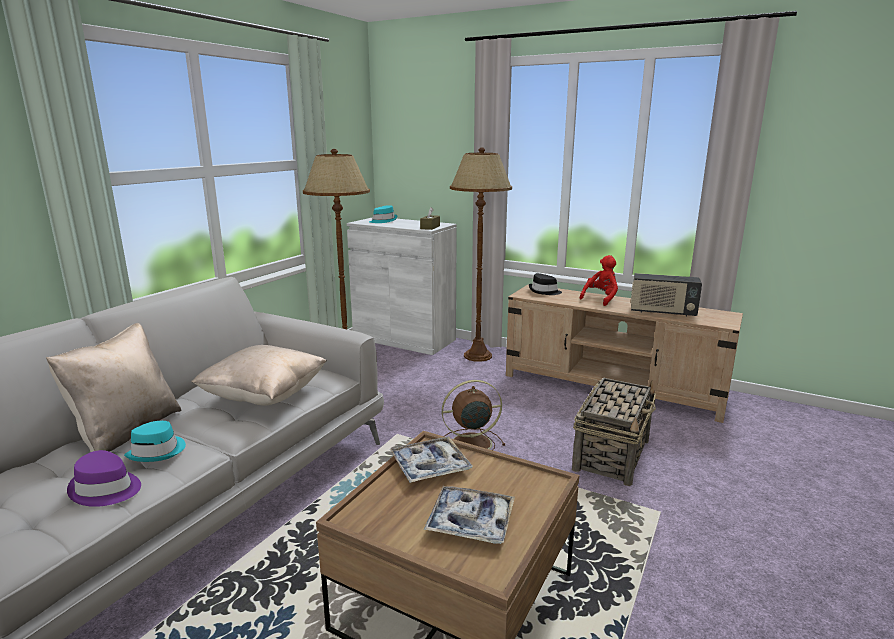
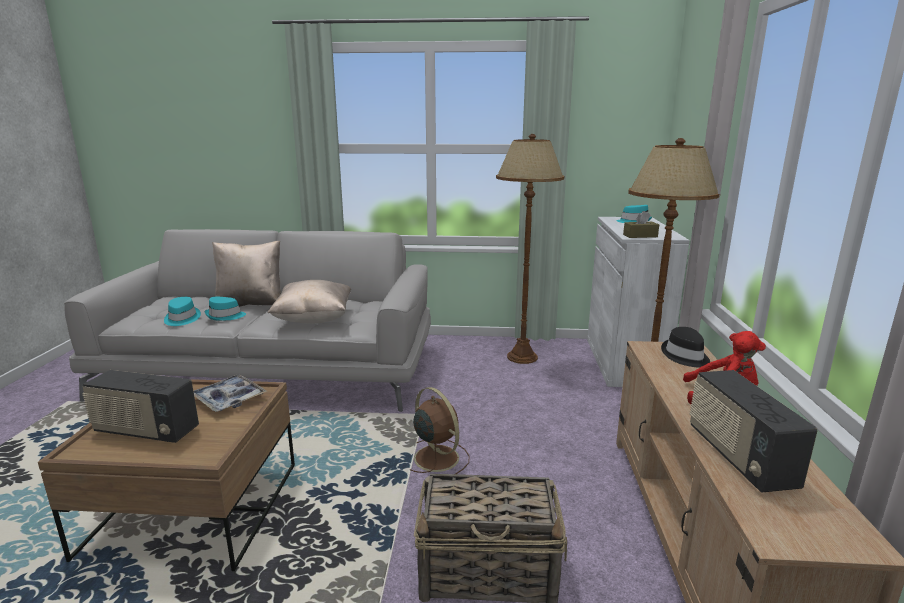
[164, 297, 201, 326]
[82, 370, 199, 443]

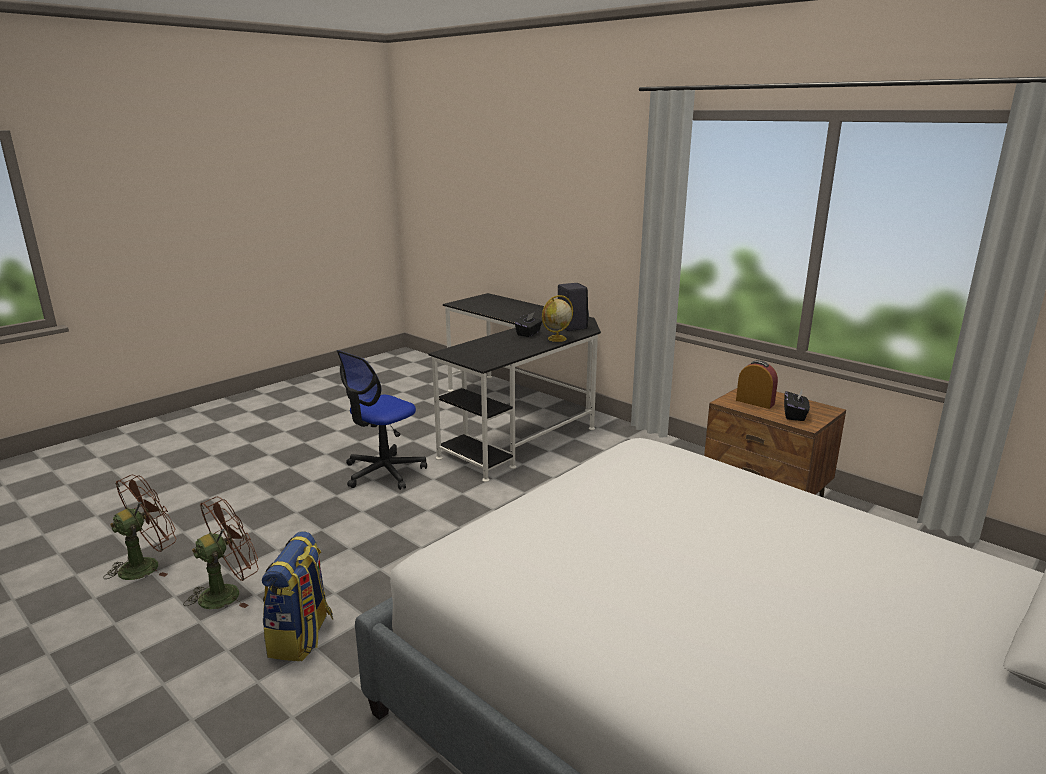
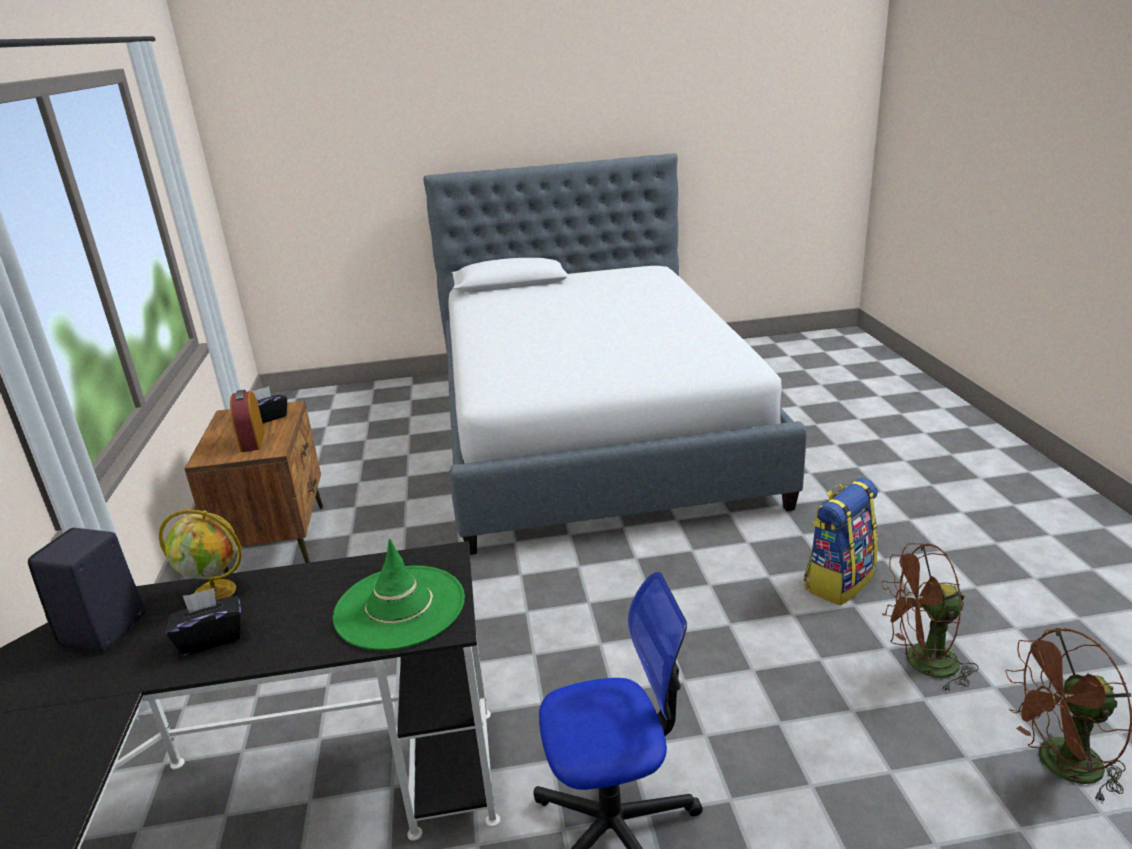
[333, 539, 465, 650]

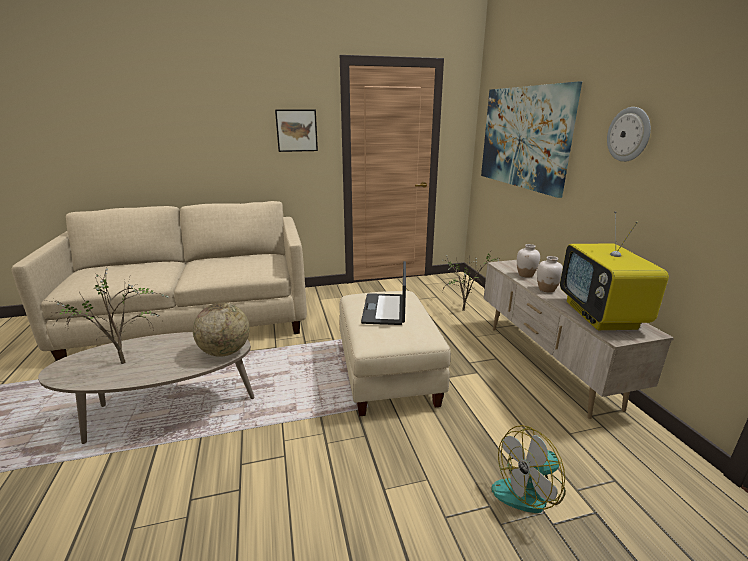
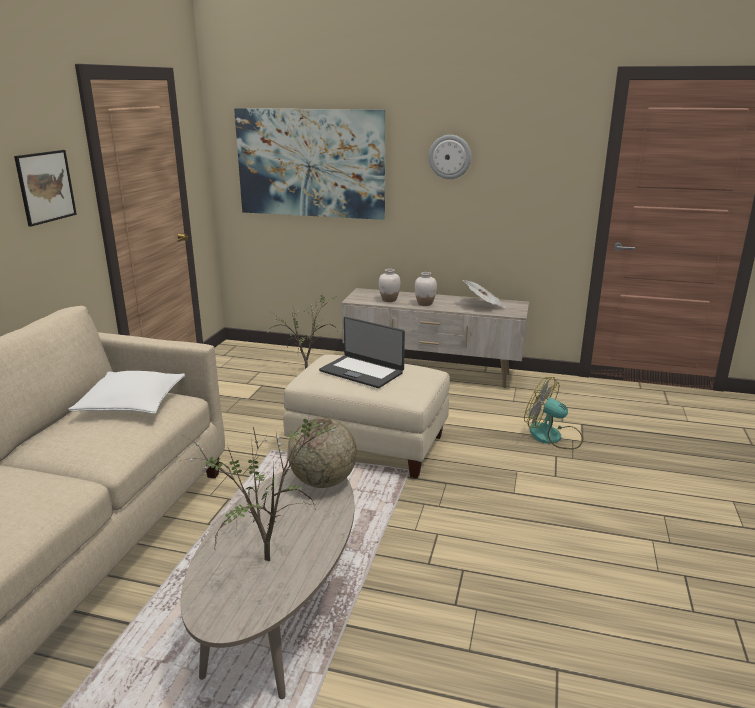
[524, 377, 583, 449]
[463, 280, 506, 308]
[68, 371, 185, 414]

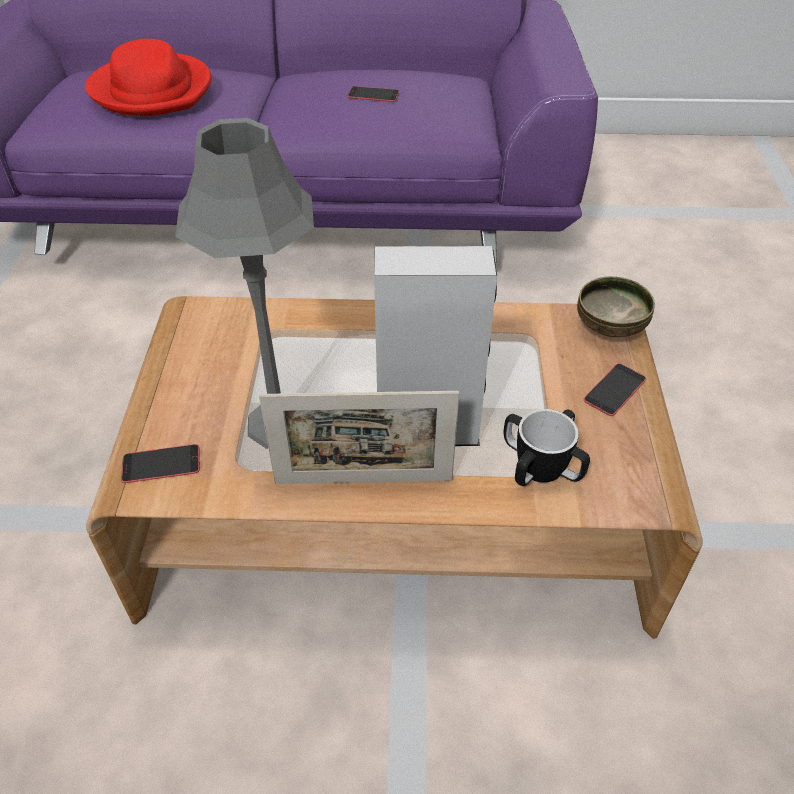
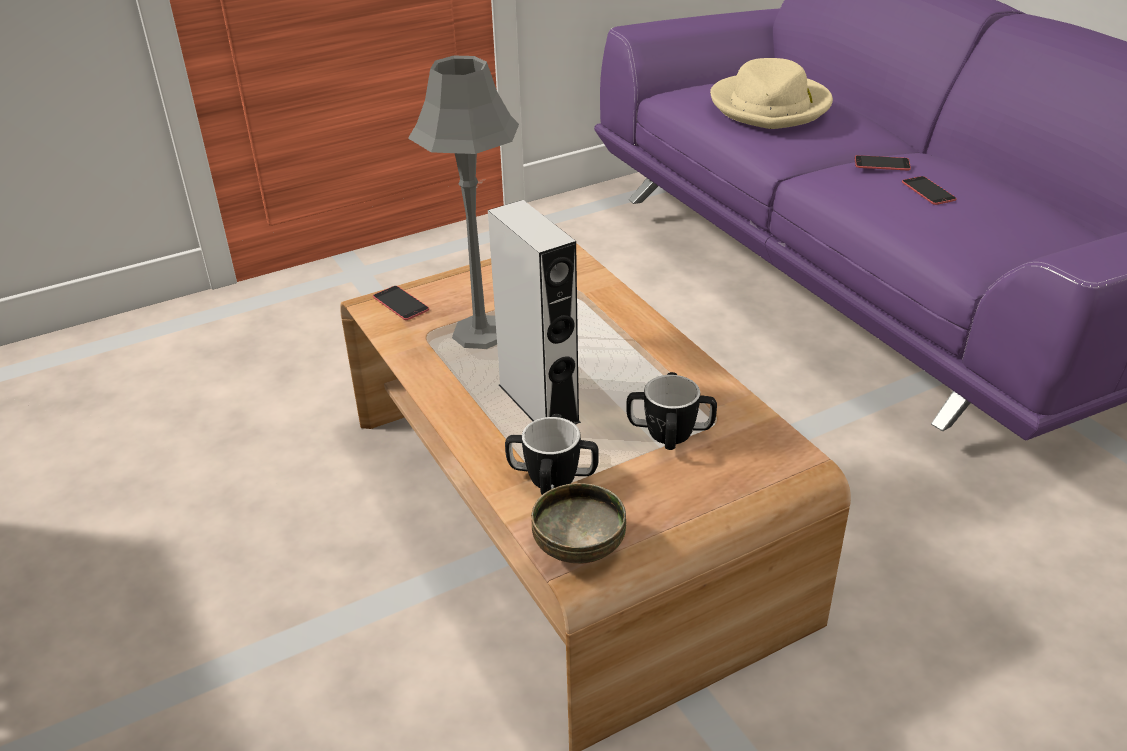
[710, 58, 833, 129]
[259, 391, 459, 484] (first image)
[532, 483, 626, 564]
[855, 155, 911, 170]
[626, 372, 717, 450]

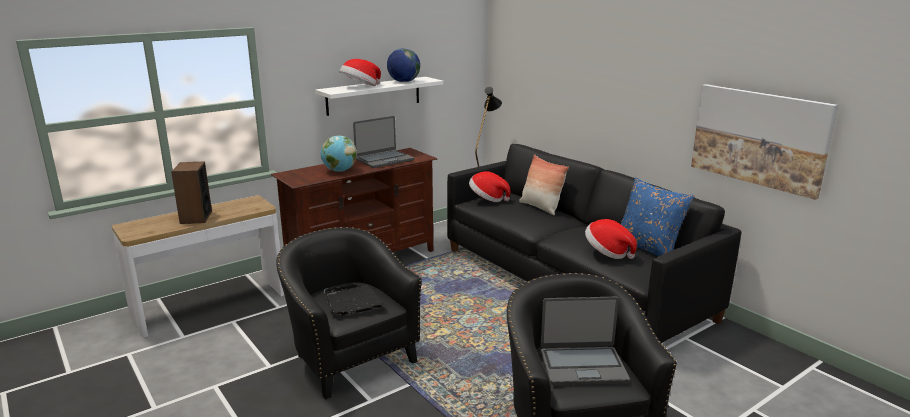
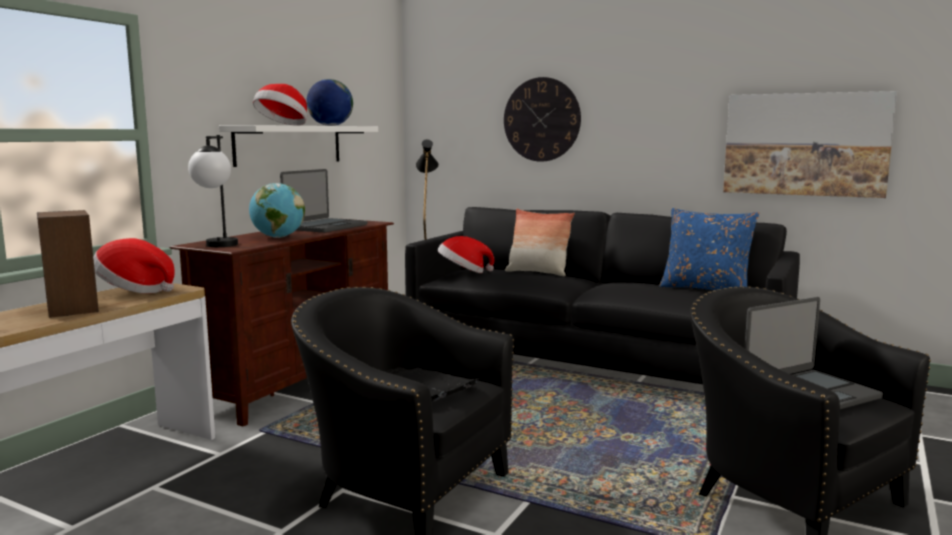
[93, 238, 175, 294]
[188, 135, 238, 247]
[504, 77, 581, 162]

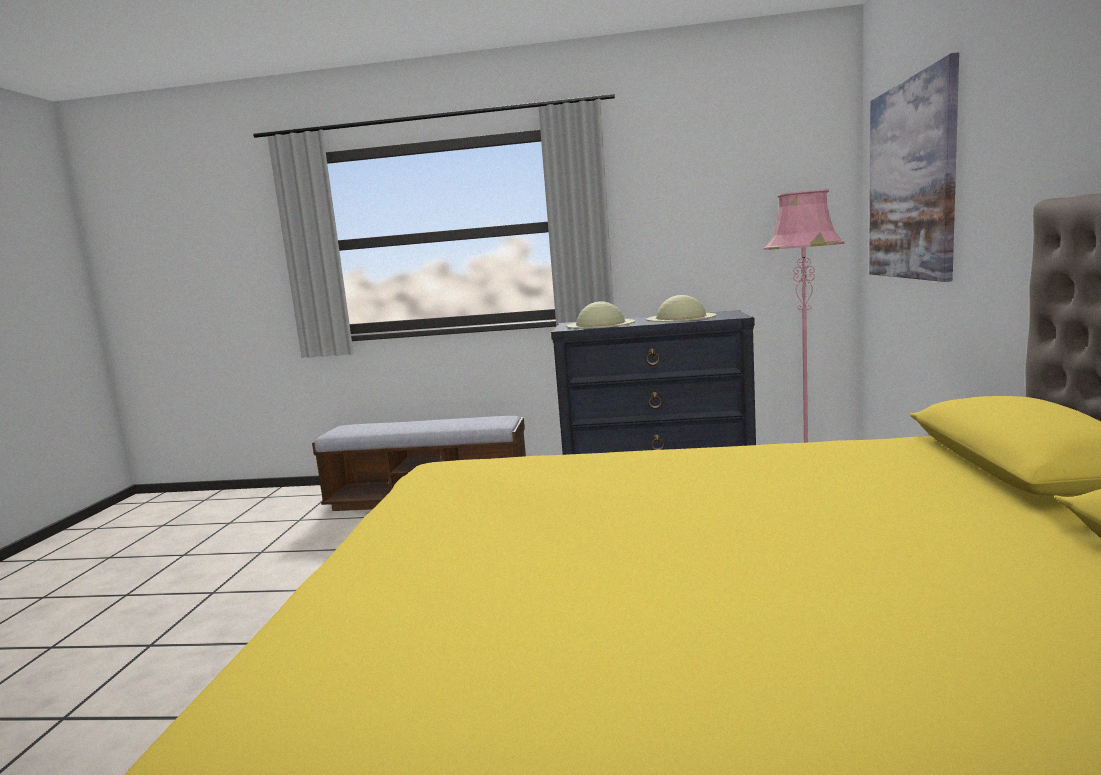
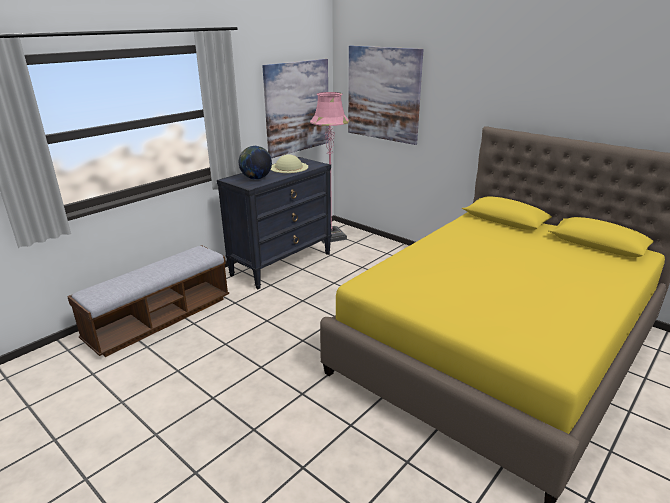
[239, 146, 272, 180]
[262, 59, 329, 158]

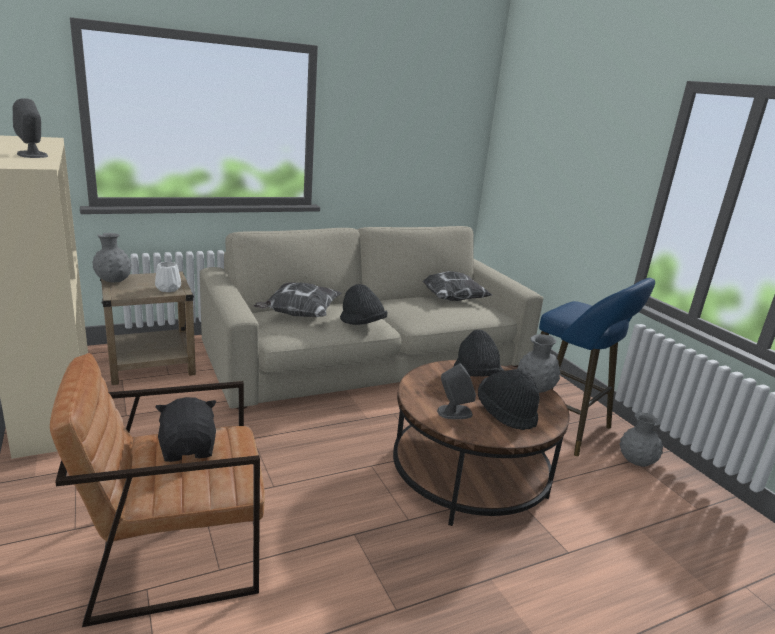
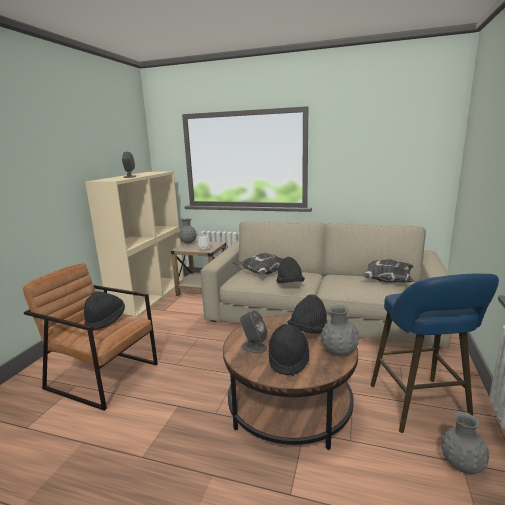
[84, 291, 125, 331]

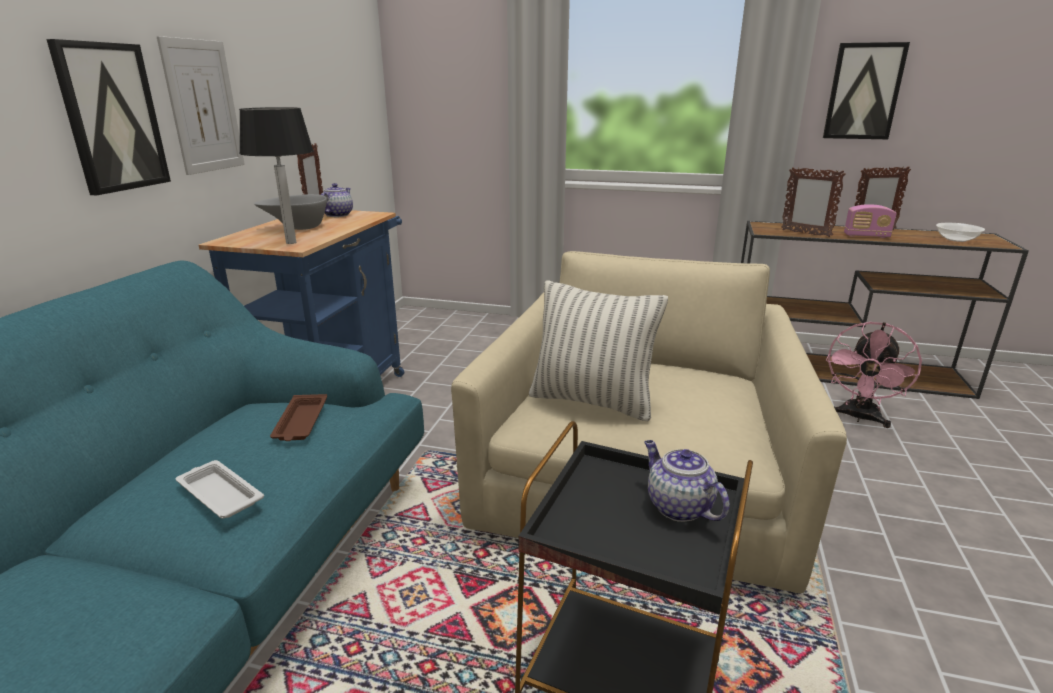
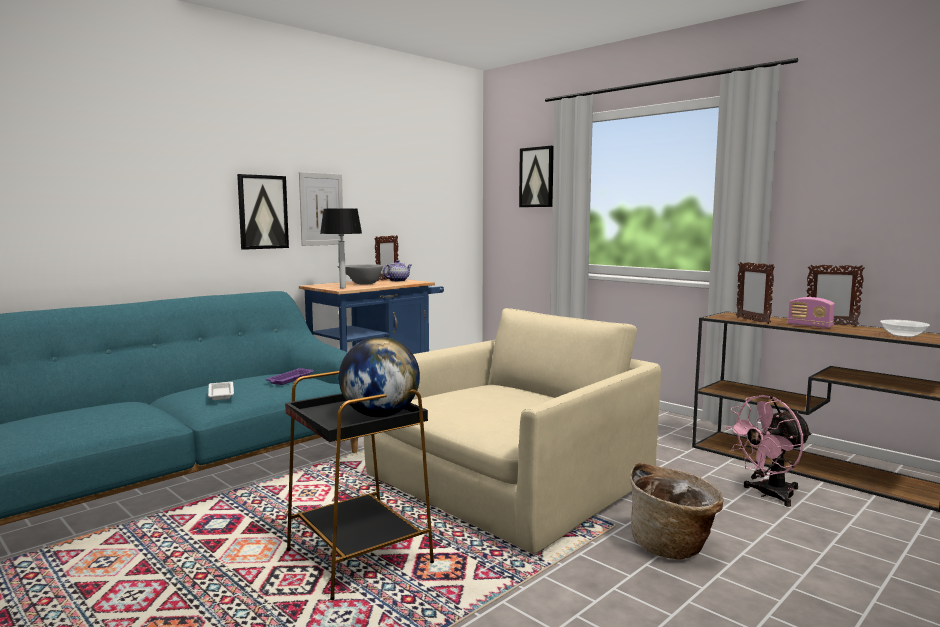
[266, 368, 314, 385]
[529, 280, 668, 421] (first image)
[339, 337, 420, 417]
[519, 146, 554, 207]
[630, 463, 724, 560]

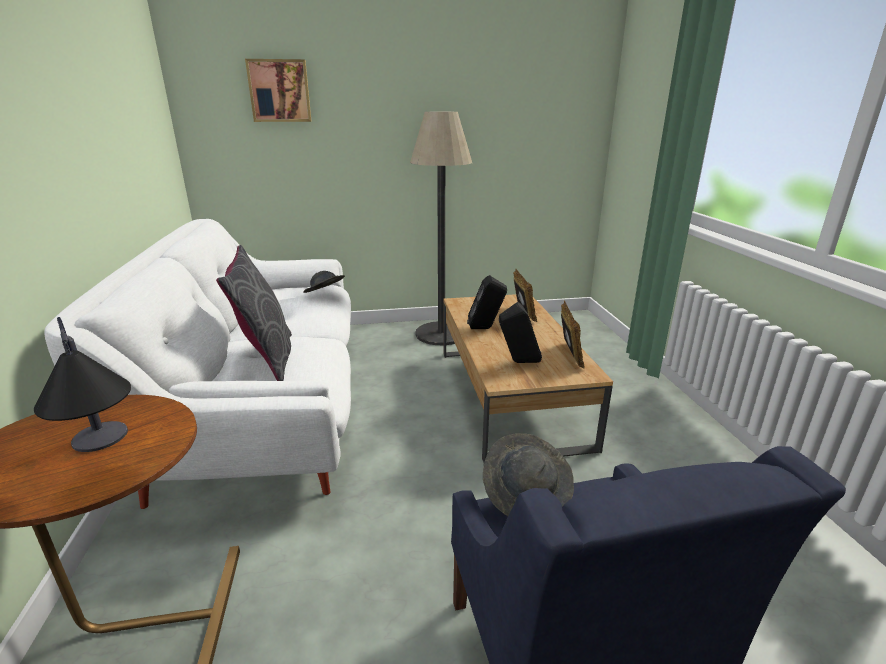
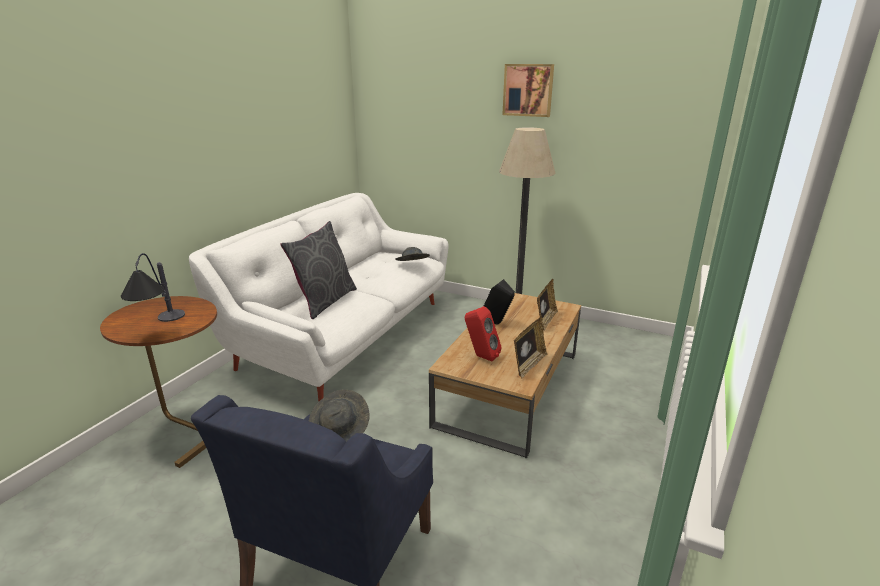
[502, 64, 554, 117]
[465, 306, 502, 362]

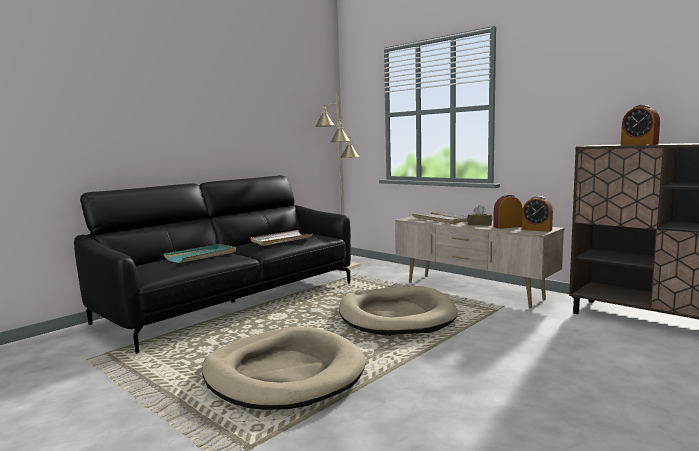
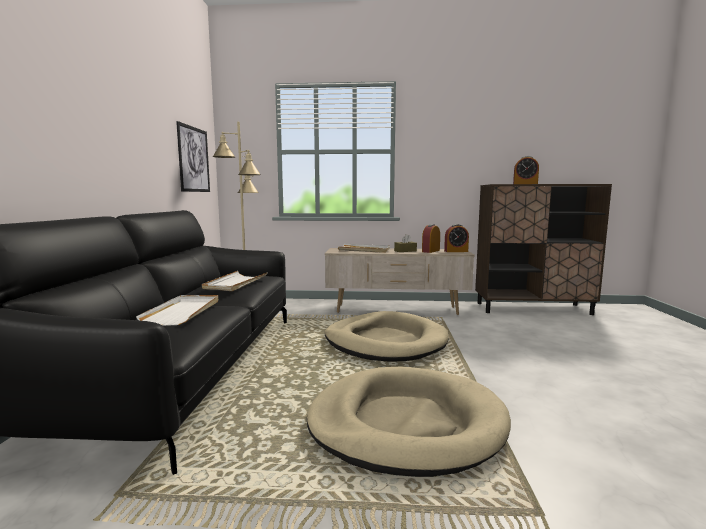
[136, 295, 218, 326]
[176, 121, 210, 192]

